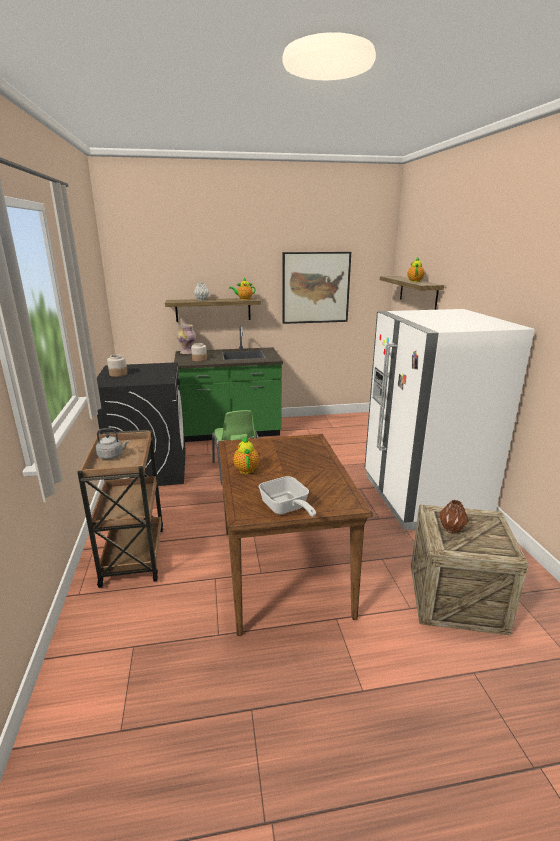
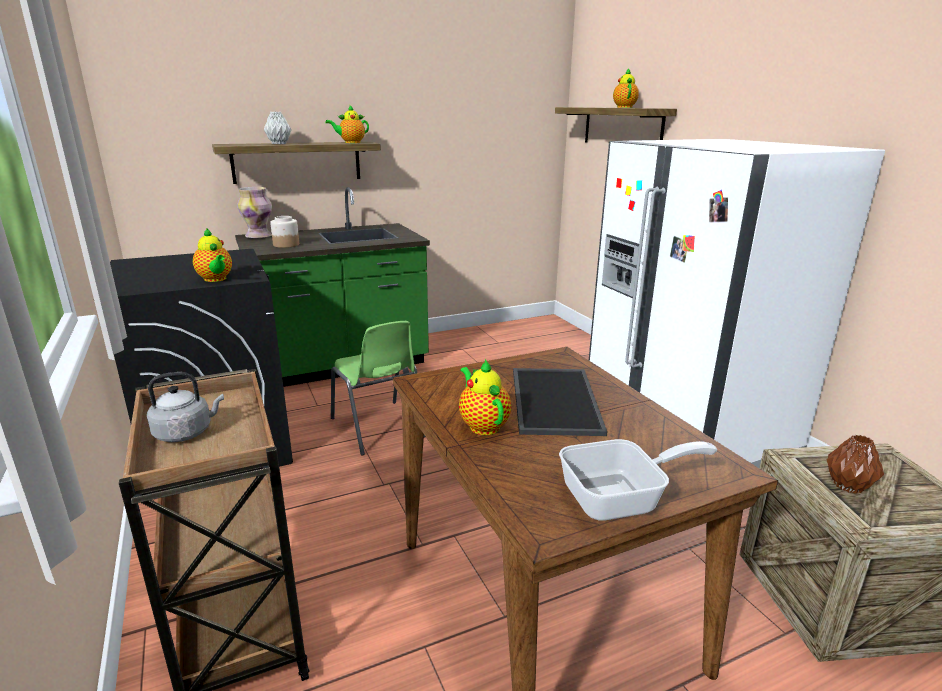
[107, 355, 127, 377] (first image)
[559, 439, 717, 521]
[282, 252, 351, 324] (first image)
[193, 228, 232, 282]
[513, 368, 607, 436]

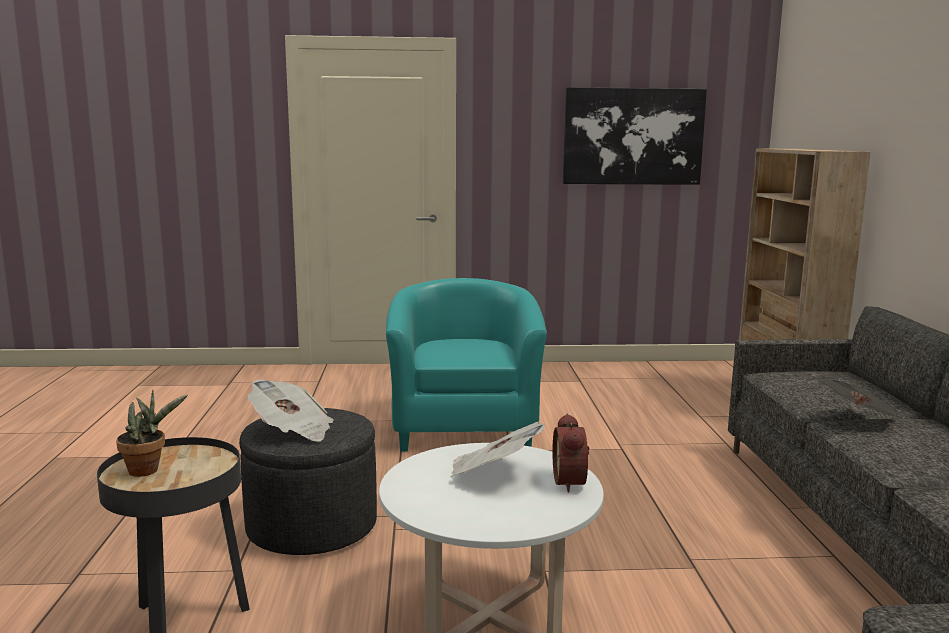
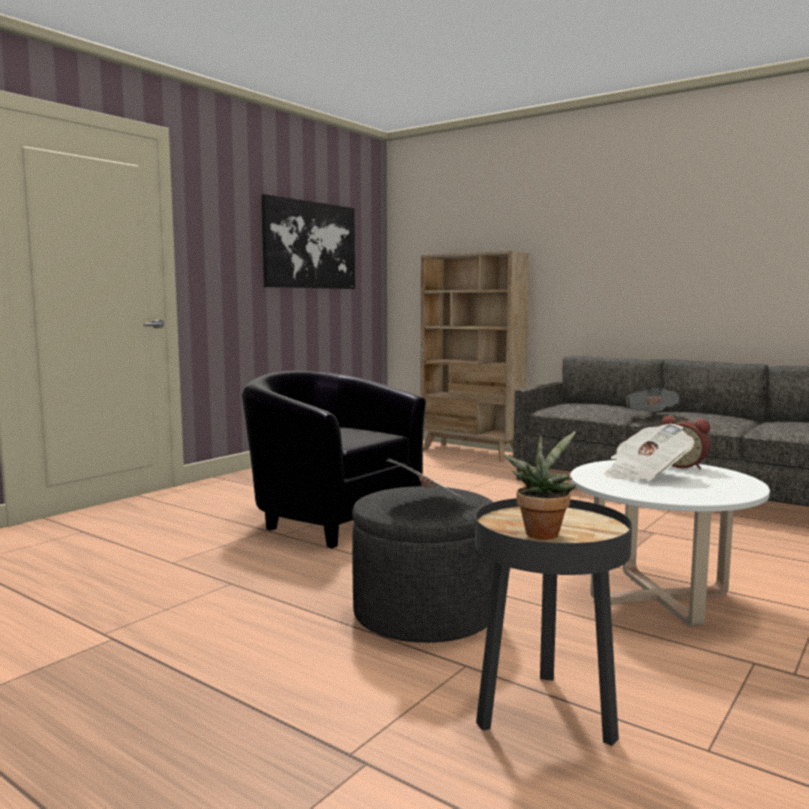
[242, 371, 426, 548]

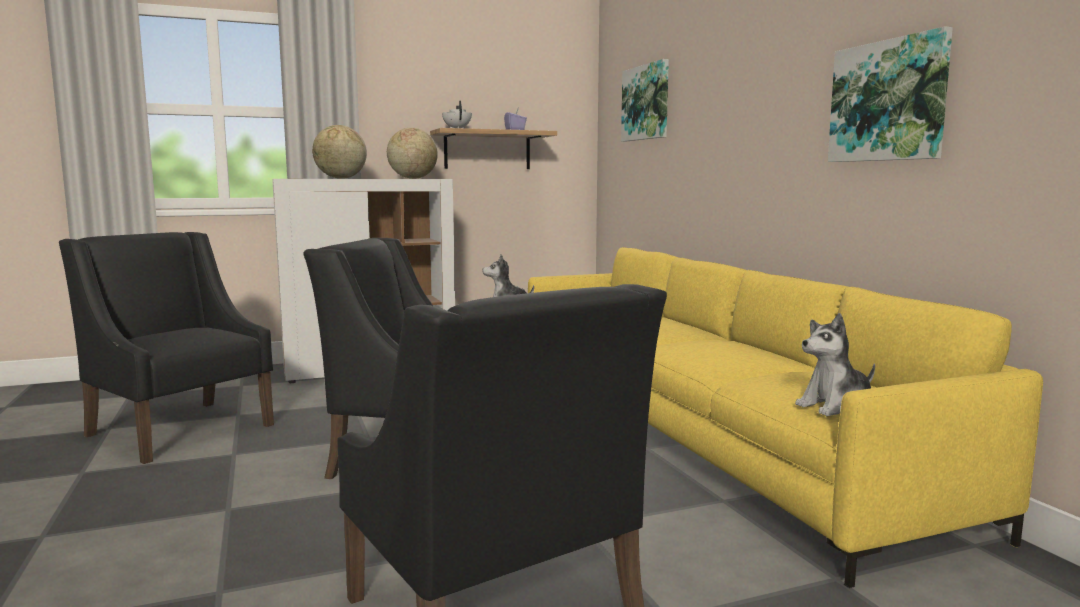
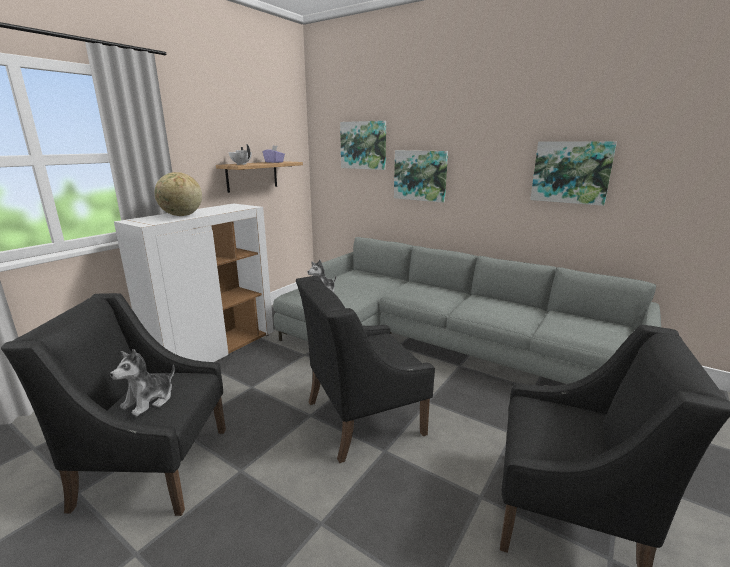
[387, 128, 438, 179] (first image)
[273, 237, 661, 384]
[110, 349, 175, 416]
[394, 150, 448, 203]

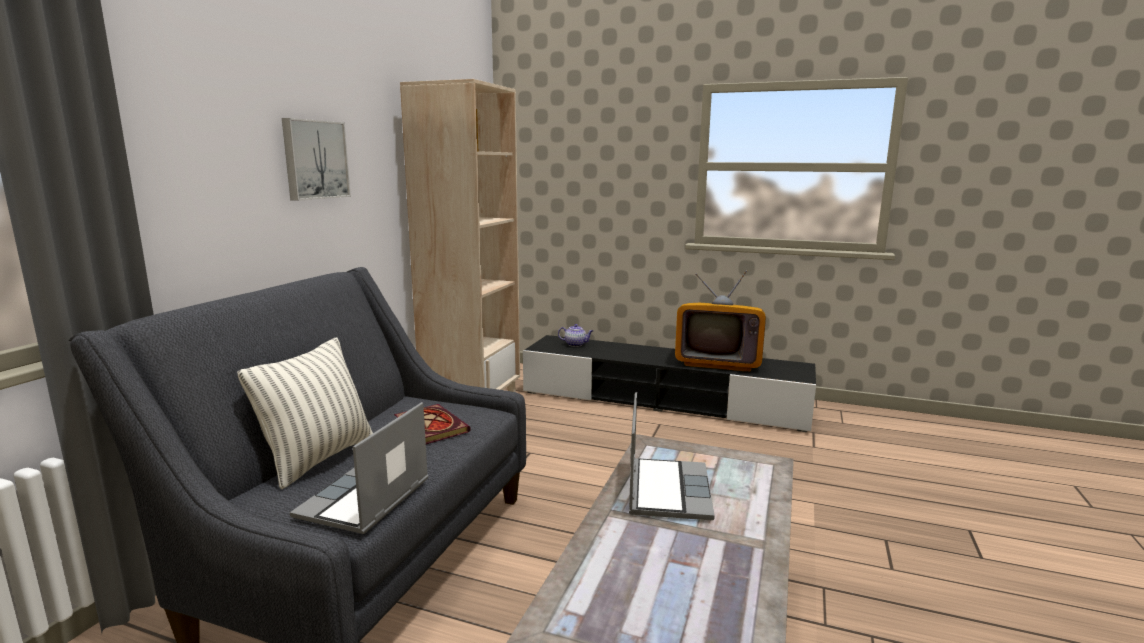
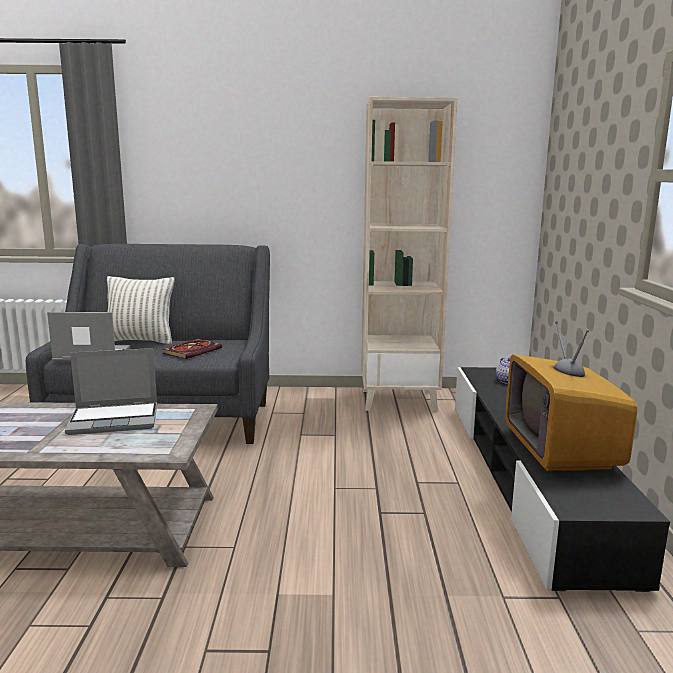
[282, 118, 351, 201] (first image)

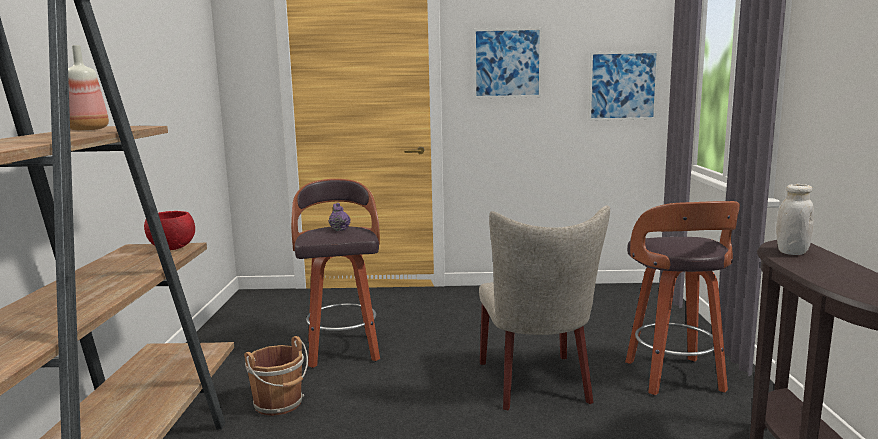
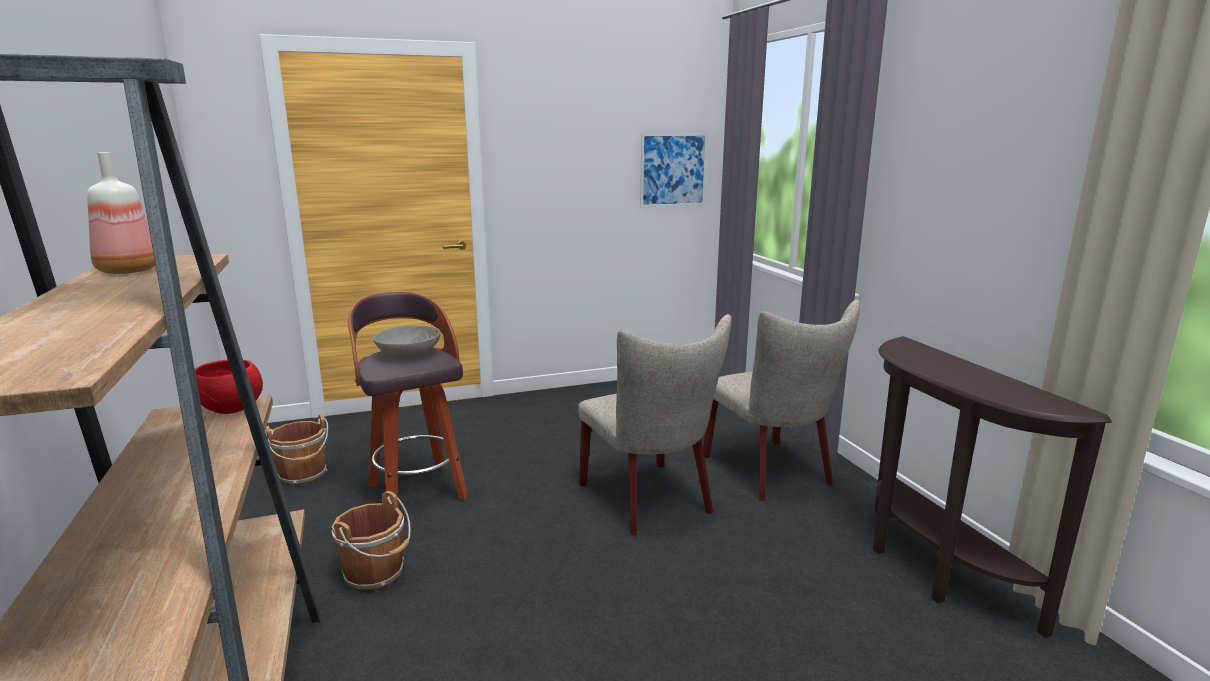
[373, 325, 440, 359]
[473, 27, 542, 98] (first image)
[703, 300, 860, 501]
[776, 184, 814, 255] (first image)
[265, 414, 328, 486]

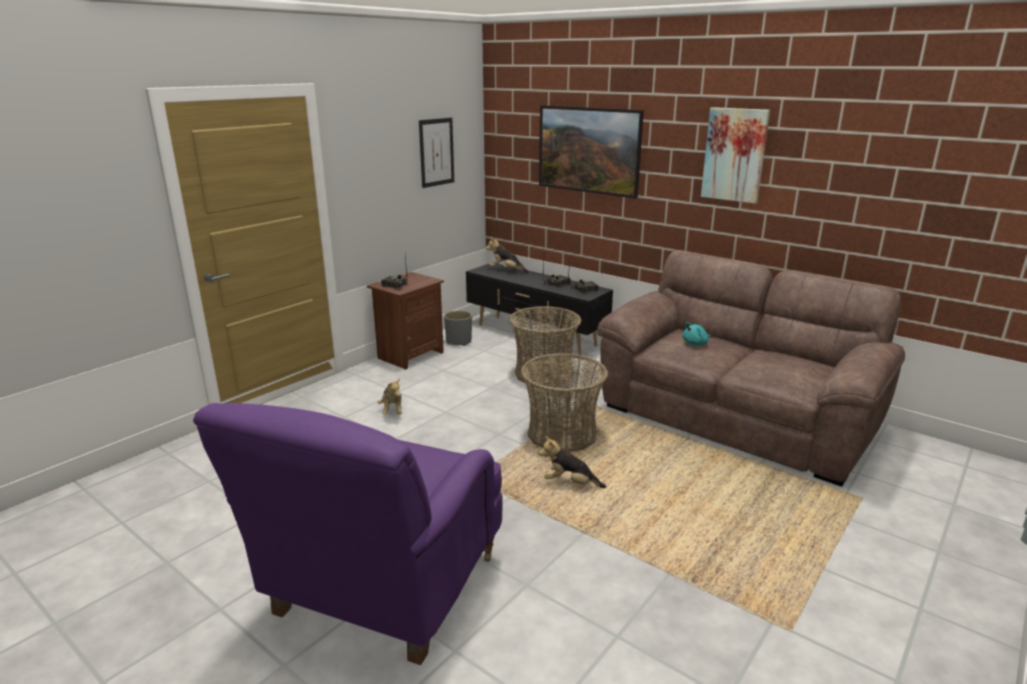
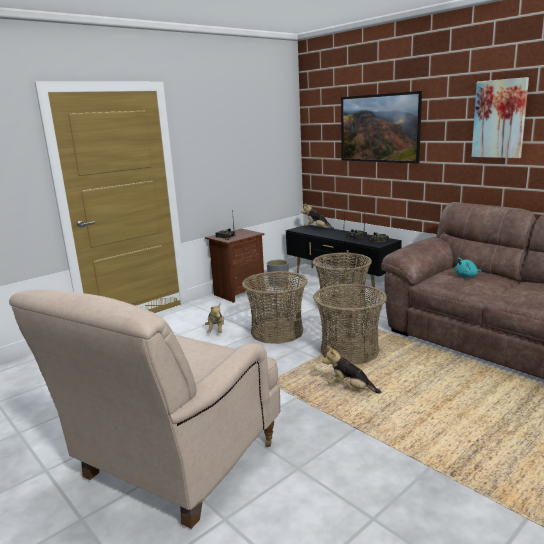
[9, 289, 280, 529]
[419, 118, 454, 188] (first image)
[242, 271, 308, 344]

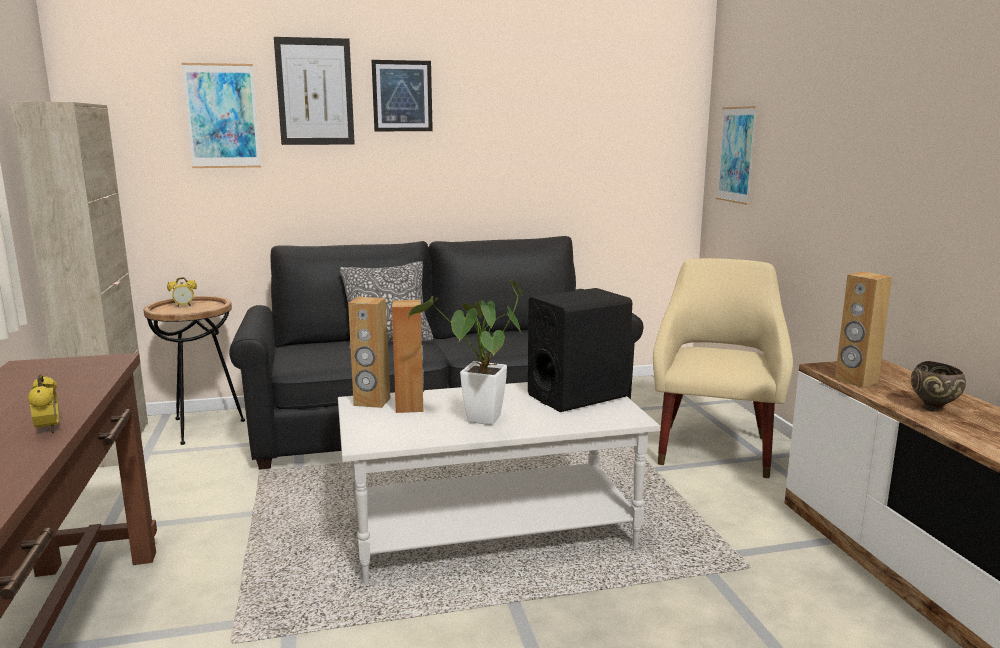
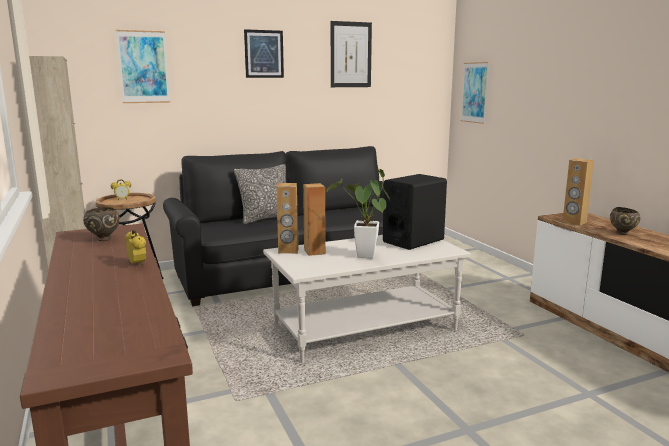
[331, 21, 372, 87]
[653, 258, 793, 478] (first image)
[83, 207, 120, 241]

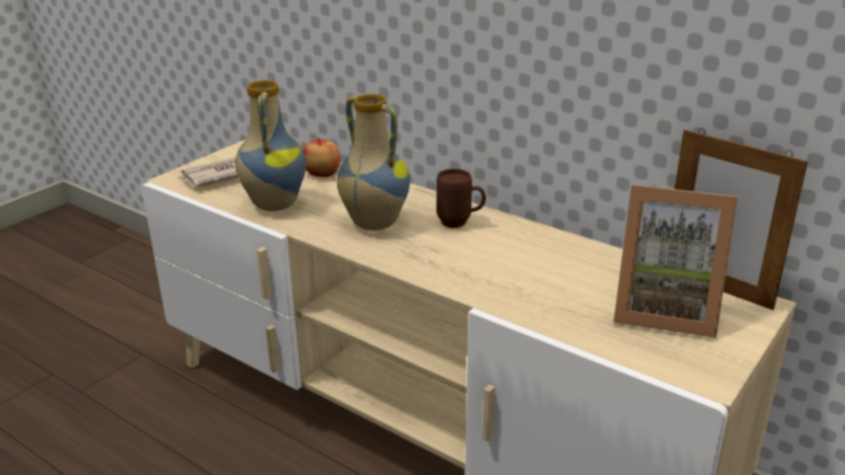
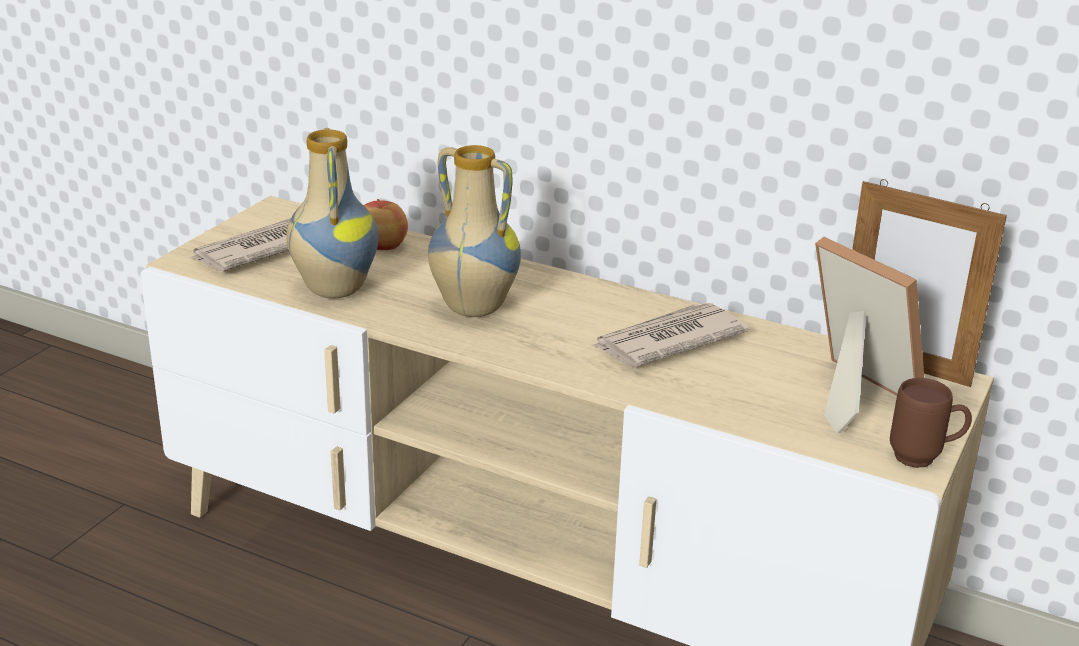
[890, 378, 972, 468]
[815, 237, 924, 433]
[592, 303, 749, 367]

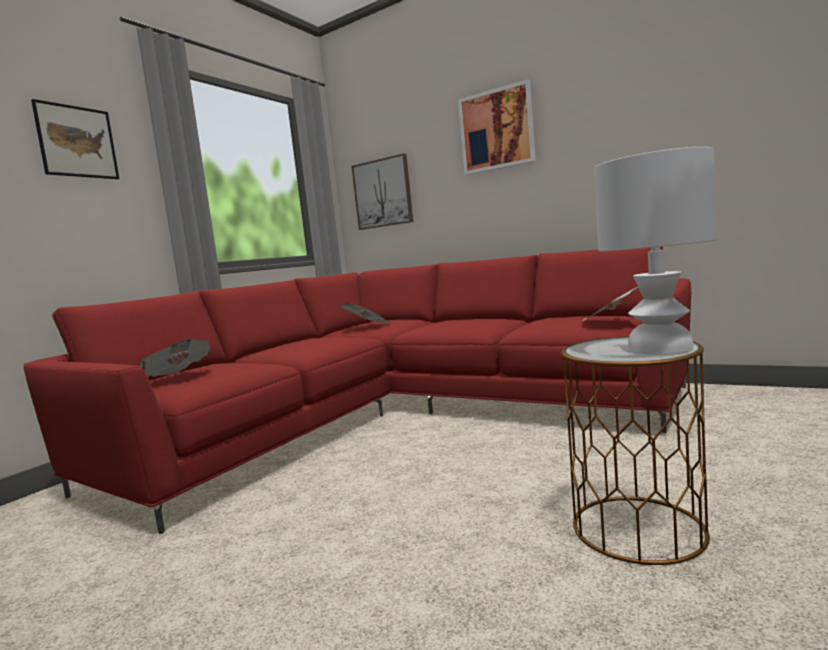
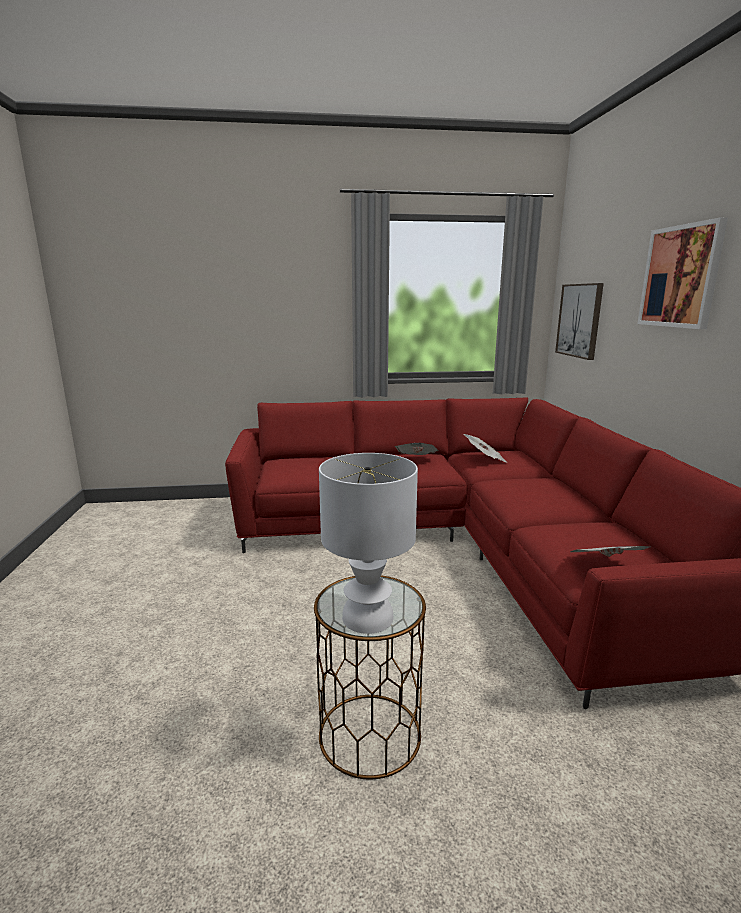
[31, 99, 119, 179] (first image)
[395, 443, 438, 455]

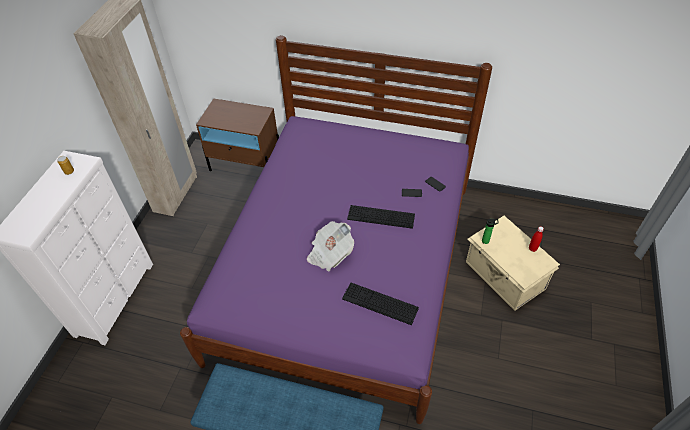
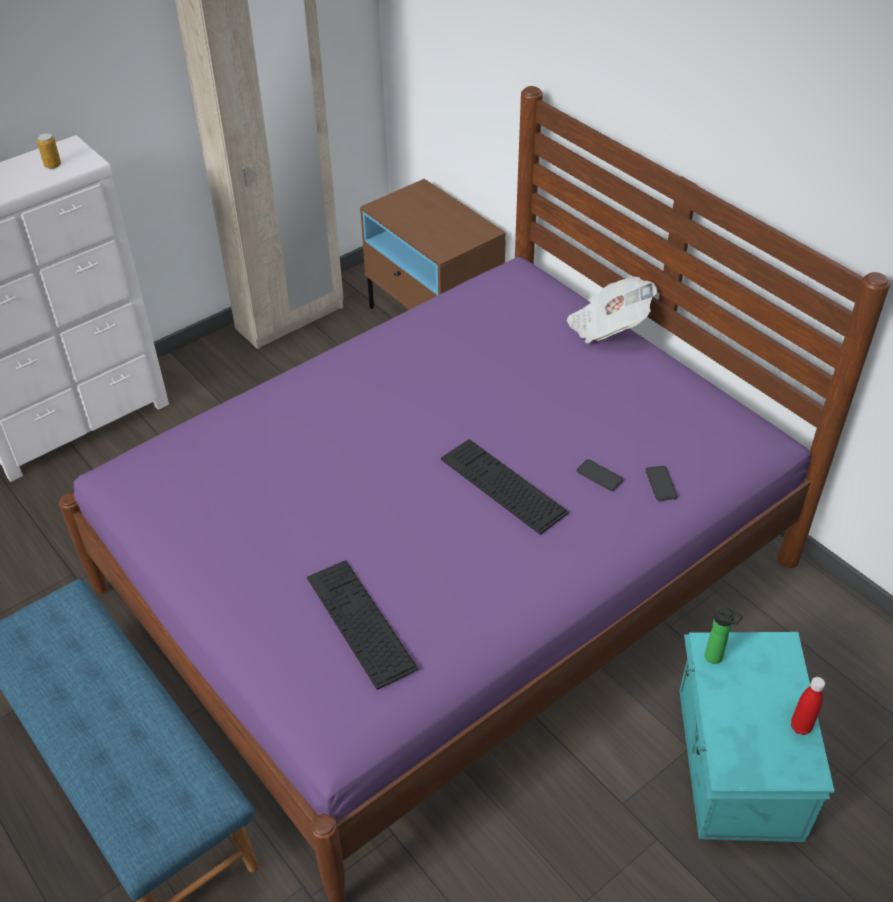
[567, 276, 658, 344]
[679, 632, 834, 842]

